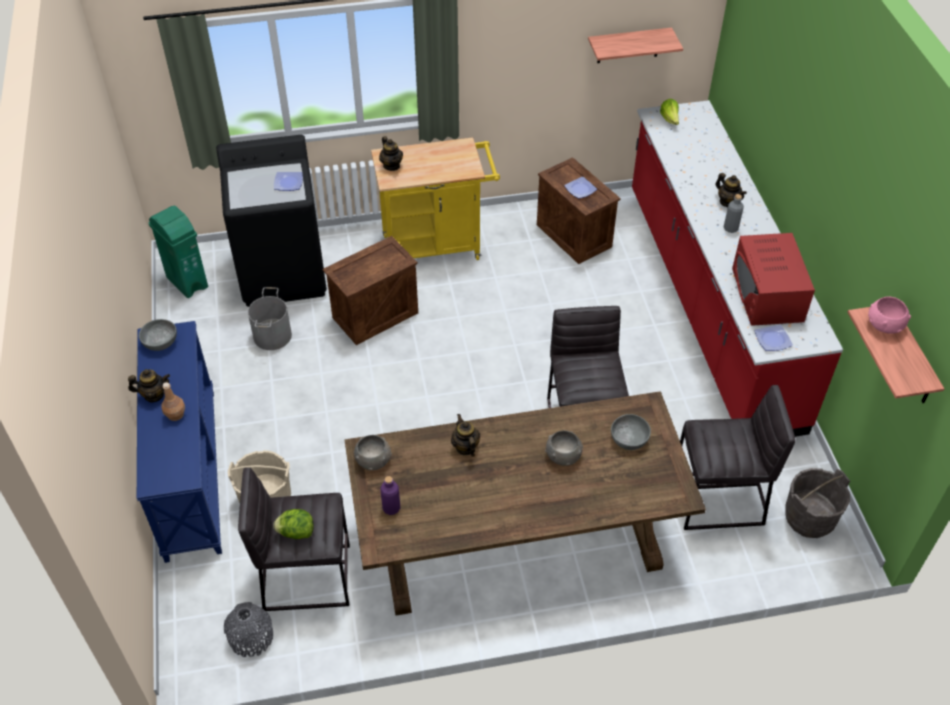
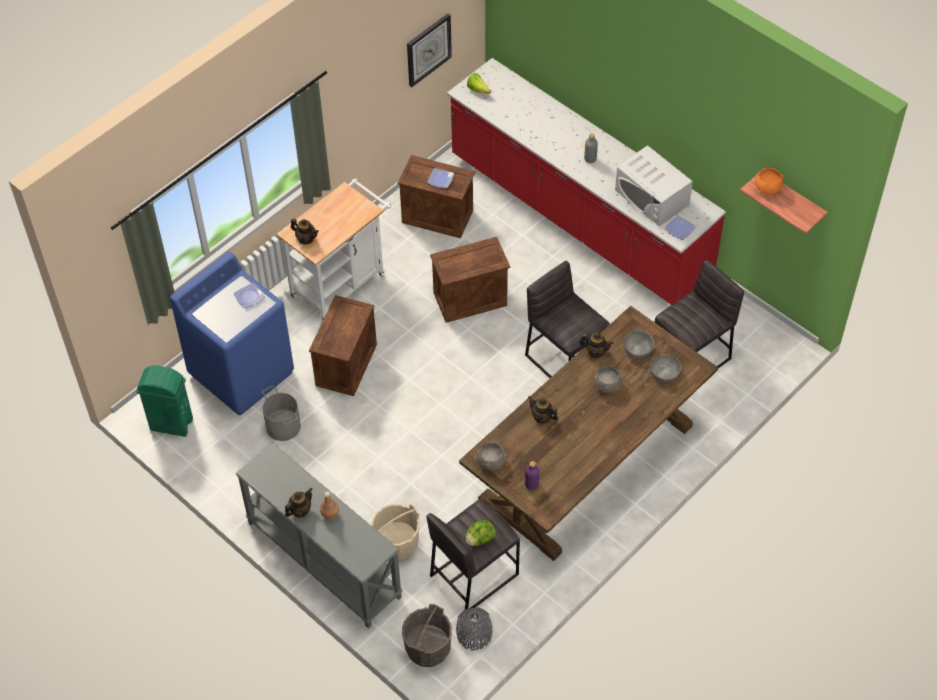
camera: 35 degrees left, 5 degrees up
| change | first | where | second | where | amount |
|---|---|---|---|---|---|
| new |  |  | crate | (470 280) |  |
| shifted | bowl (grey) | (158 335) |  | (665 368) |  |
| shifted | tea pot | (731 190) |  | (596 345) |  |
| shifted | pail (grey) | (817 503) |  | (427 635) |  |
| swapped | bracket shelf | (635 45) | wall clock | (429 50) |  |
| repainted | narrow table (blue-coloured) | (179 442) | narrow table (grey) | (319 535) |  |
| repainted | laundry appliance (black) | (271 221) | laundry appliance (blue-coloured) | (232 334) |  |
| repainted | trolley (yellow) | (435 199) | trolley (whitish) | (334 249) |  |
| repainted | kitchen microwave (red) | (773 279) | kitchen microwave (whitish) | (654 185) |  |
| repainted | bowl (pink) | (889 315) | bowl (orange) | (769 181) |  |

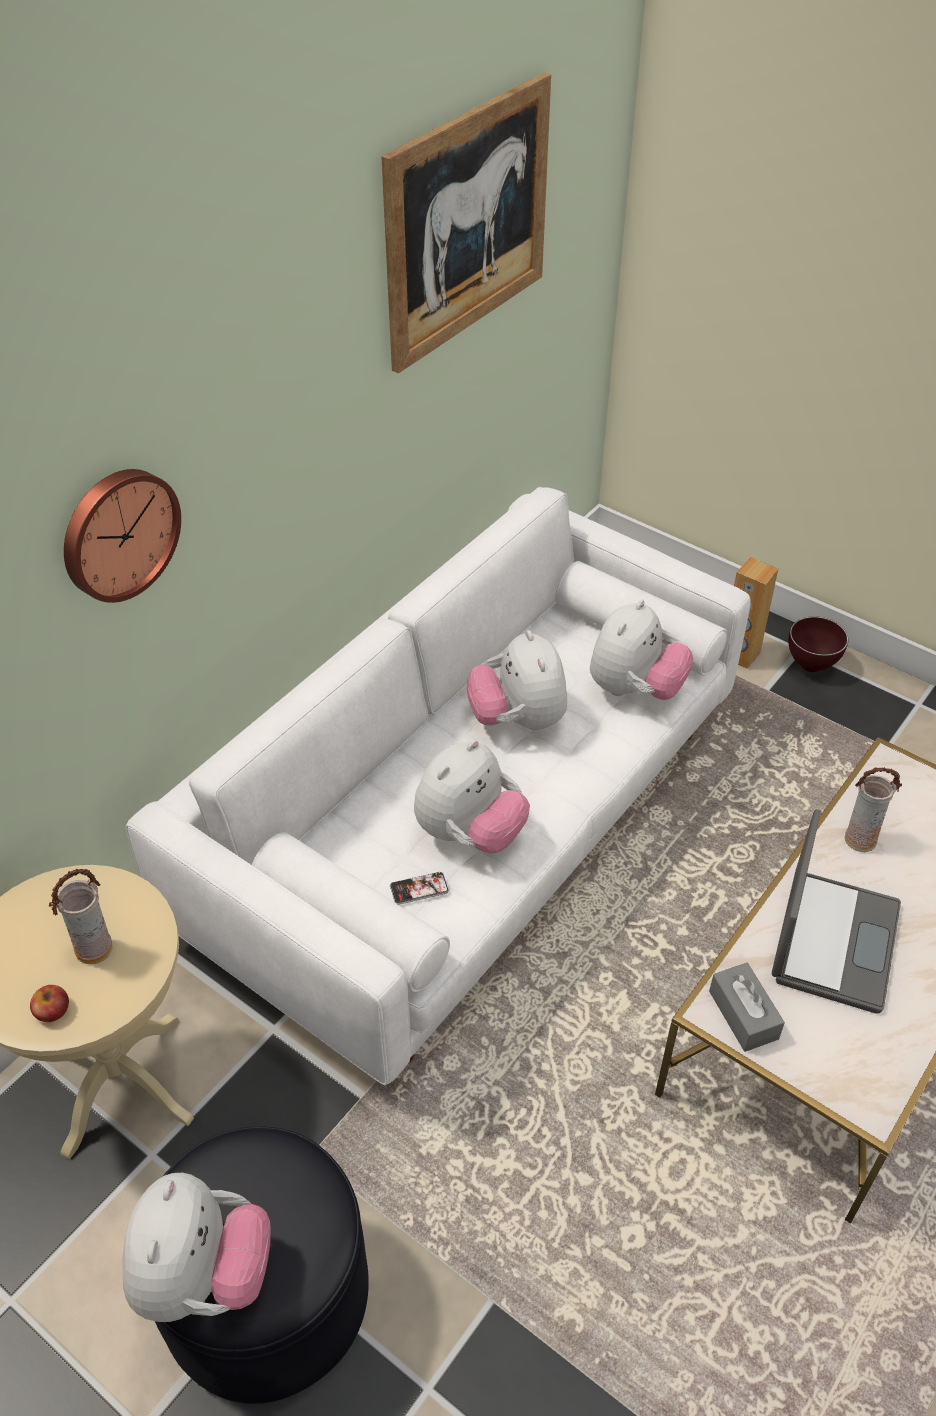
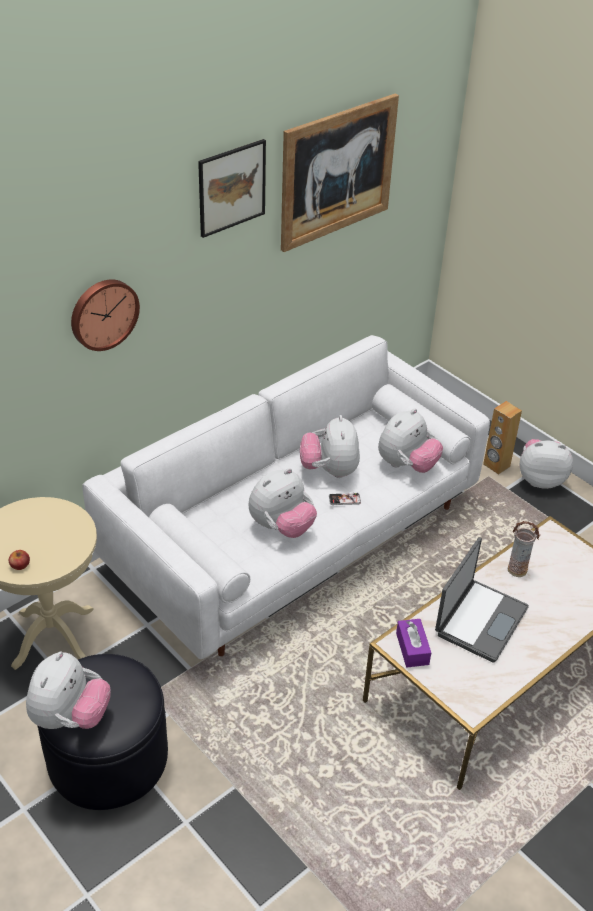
camera: 10 degrees right, 5 degrees down
| change | first | where | second | where | amount |
|---|---|---|---|---|---|
| gone | decorative vase | (81 916) |  |  |  |
| new |  |  | wall art | (232 188) |  |
| shifted | telephone | (419 888) |  | (345 499) |  |
| swapped | bowl (brownish) | (818 644) | soft toy | (546 464) |  |
| repainted | box of tissues (grey) | (747 1007) | box of tissues (purple) | (413 643) |  |

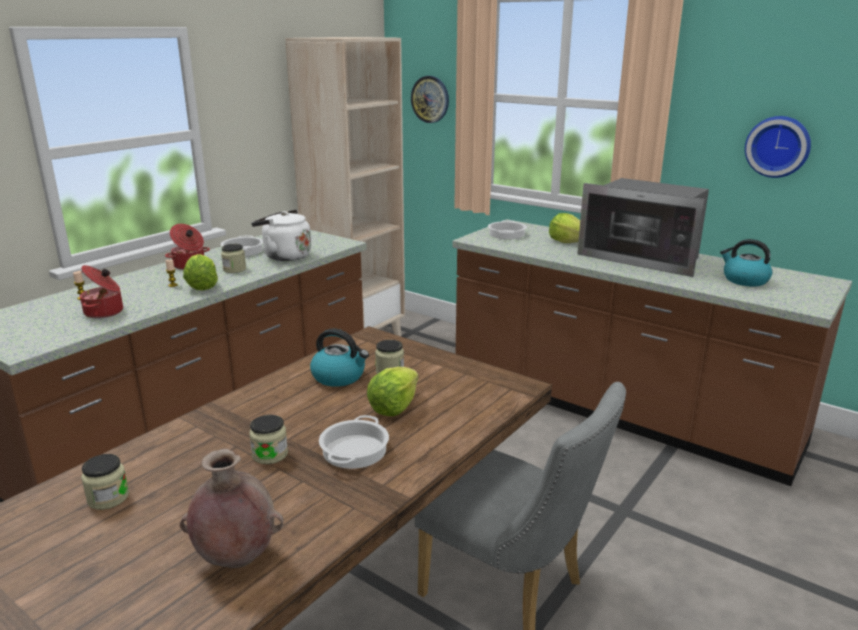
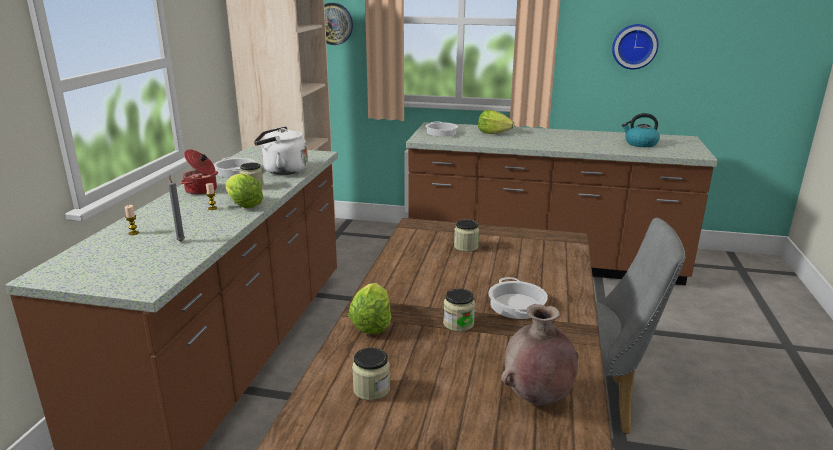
camera: 25 degrees left, 0 degrees up
| change | first | where | second | where | amount |
|---|---|---|---|---|---|
| gone | kettle | (339 357) |  |  |  |
| gone | kitchen microwave | (643 227) |  |  |  |
| shifted | lettuce head | (393 391) |  | (369 308) |  |
| swapped | cooking pot | (101 291) | wax light (grey) | (176 208) |  |

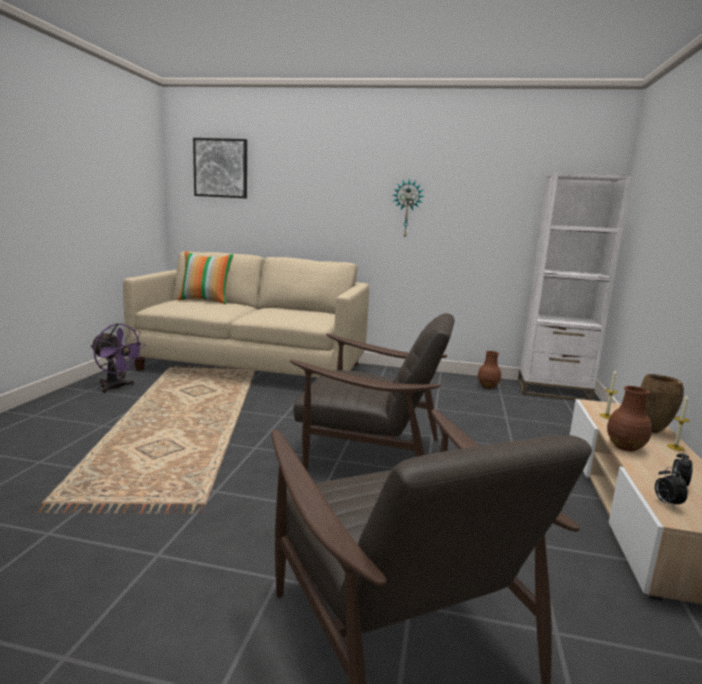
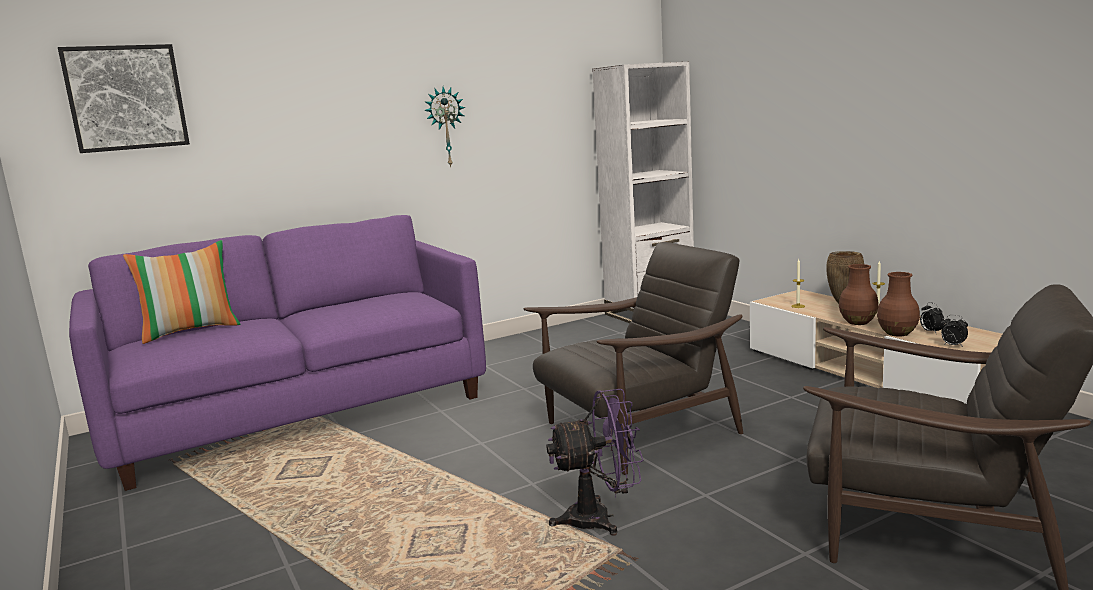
camera: 40 degrees left, 0 degrees up
| change | first | where | second | where | amount |
|---|---|---|---|---|---|
| shifted | cooling fan (purple) | (118 358) |  | (594 462) |  |
| shifted | decorative vase (brownish) | (489 370) |  | (898 304) |  |
| repainted | settee (sand-coloured) | (246 314) | settee (purple) | (277 353) |  |

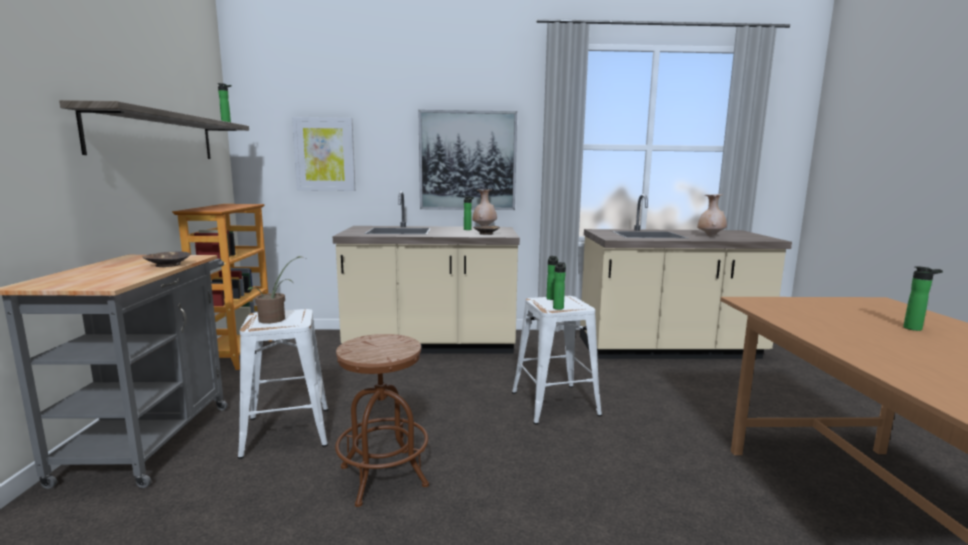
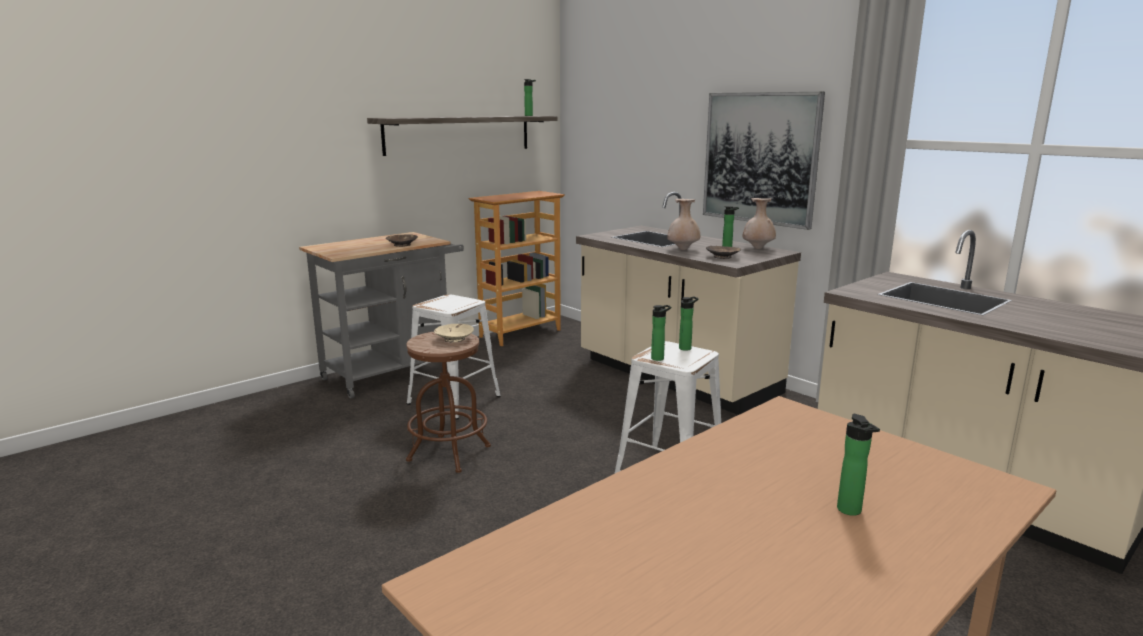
camera: 50 degrees right, 5 degrees up
| change | first | where | second | where | amount |
|---|---|---|---|---|---|
| gone | houseplant | (274 290) |  |  |  |
| gone | wall art | (323 154) |  |  |  |
| new |  |  | bowl (sand-coloured) | (454 333) |  |
| shifted | decorative vase (sand-coloured) | (712 215) |  | (683 224) |  |

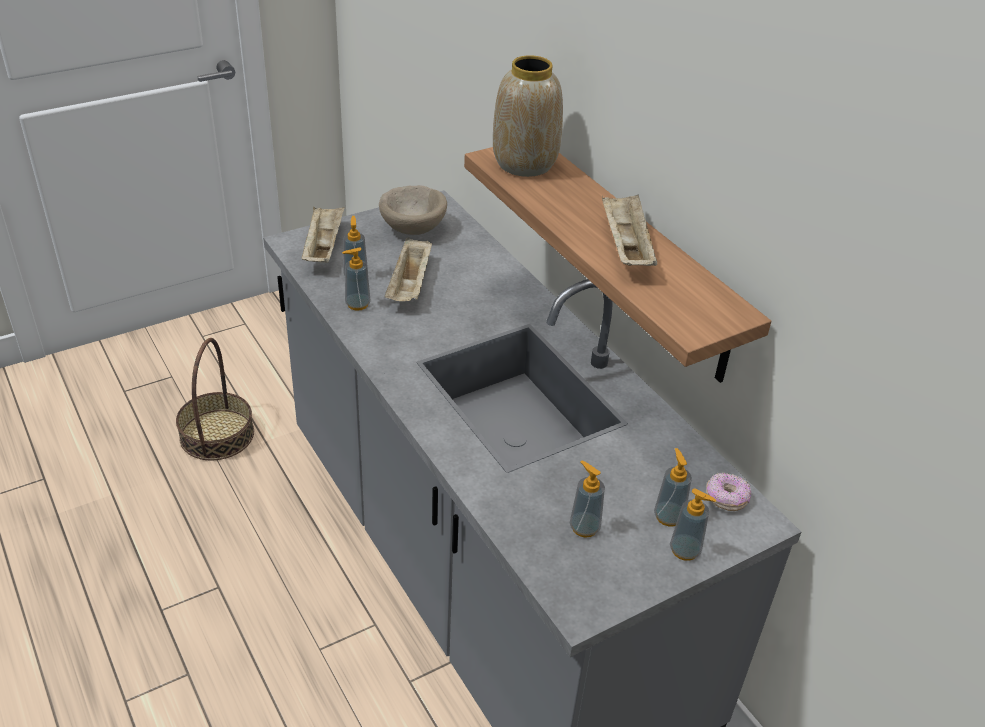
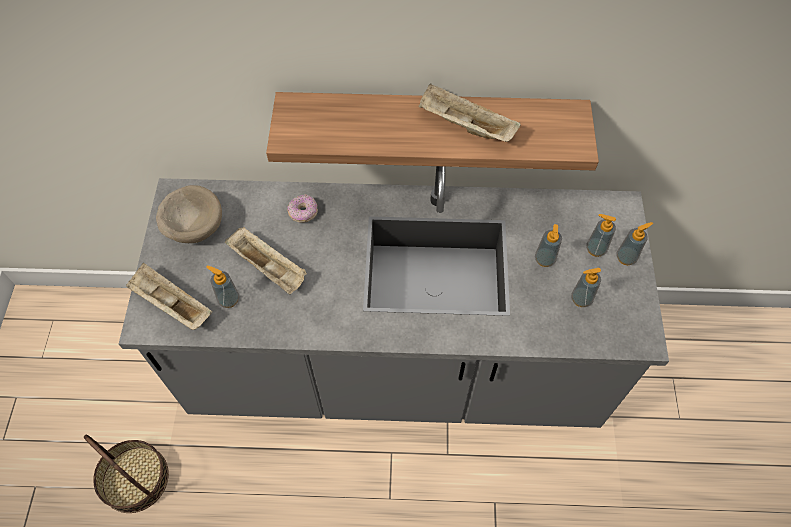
camera: 55 degrees left, 20 degrees up
| change | first | where | second | where | amount |
|---|---|---|---|---|---|
| gone | decorative vase | (528 116) |  |  |  |
| shifted | soap bottle | (356 279) |  | (548 245) |  |
| shifted | donut | (728 492) |  | (302 208) |  |

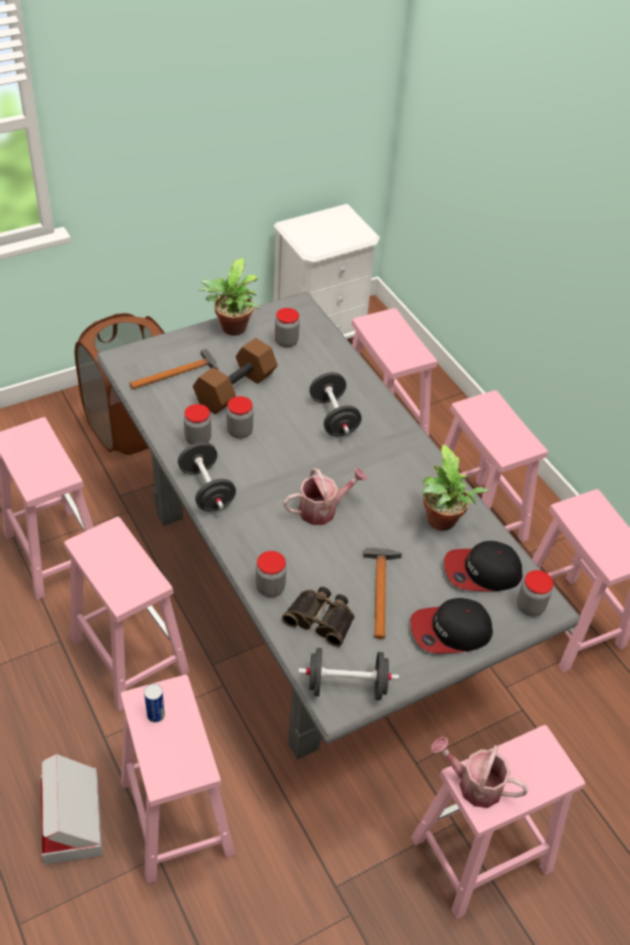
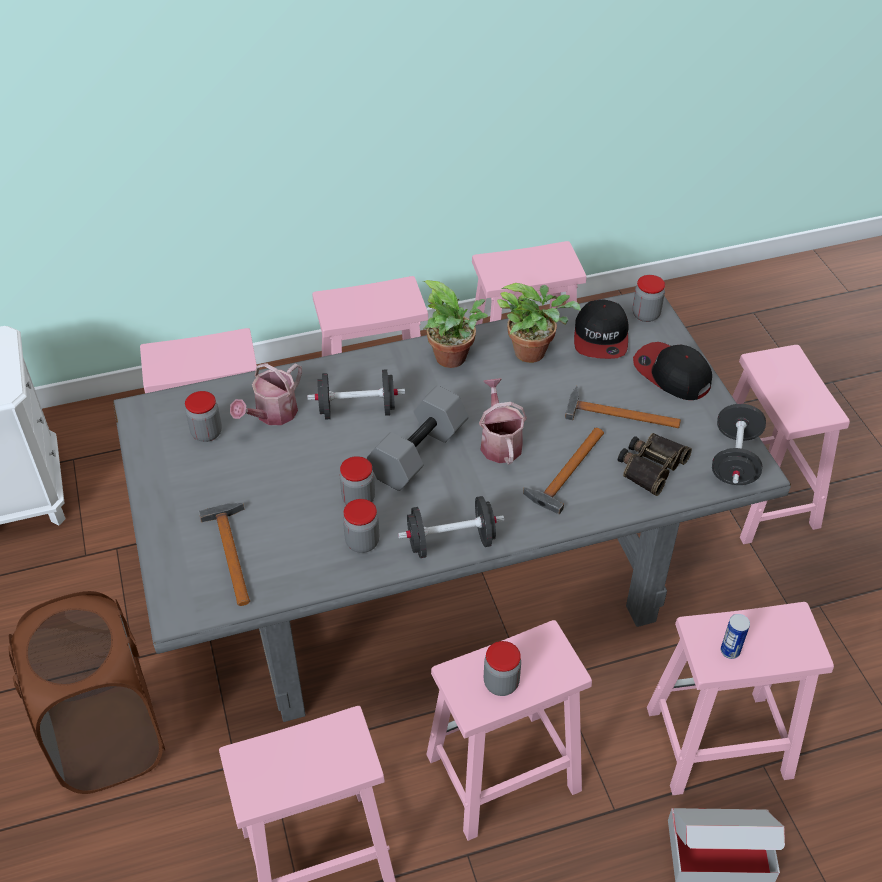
camera: 75 degrees left, 0 degrees up
| change | first | where | second | where | amount |
|---|---|---|---|---|---|
| gone | dumbbell (brownish) | (235 376) |  |  |  |
| new |  |  | dumbbell (grey) | (418 438) |  |
| new |  |  | hand hammer | (563 471) |  |
| shifted | houseplant | (228 297) |  | (455 324) |  |
| shifted | jar | (271 574) |  | (502 668) |  |
| shifted | watering pot | (479 772) |  | (266 394) |  |
| rotated | baseball cap | (451 626) |  | (672 371) | 135 degrees clockwise |

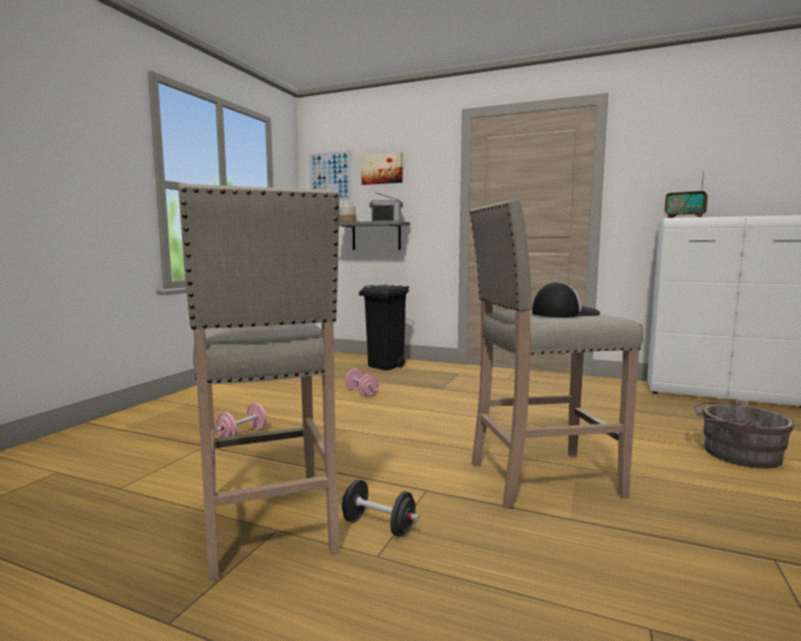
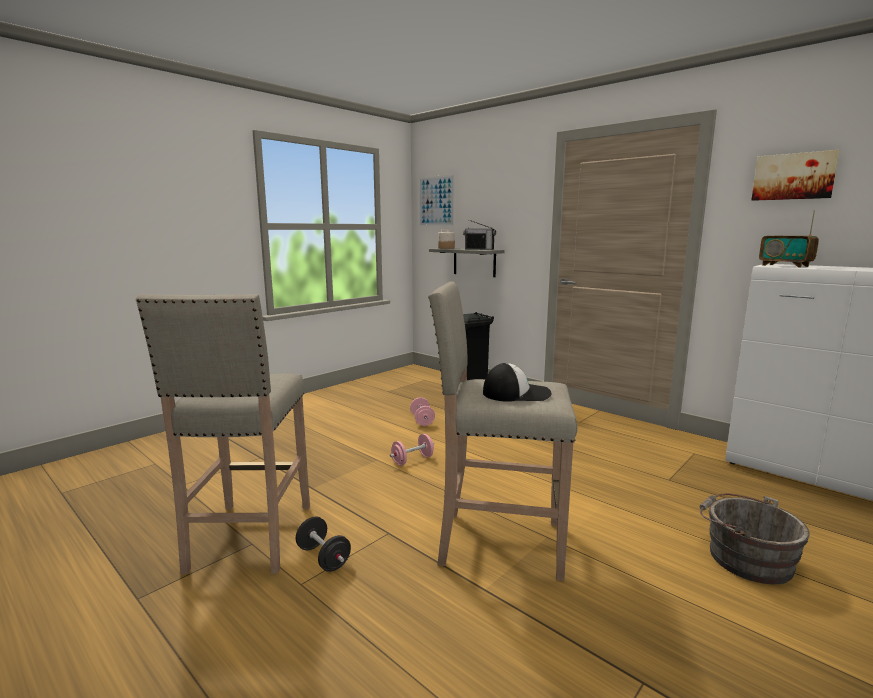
camera: 20 degrees right, 5 degrees up
| change | first | where | second | where | amount |
|---|---|---|---|---|---|
| shifted | dumbbell (pink) | (241 420) |  | (412 450) |  |
| shifted | wall art | (382 168) |  | (795 175) |  |

